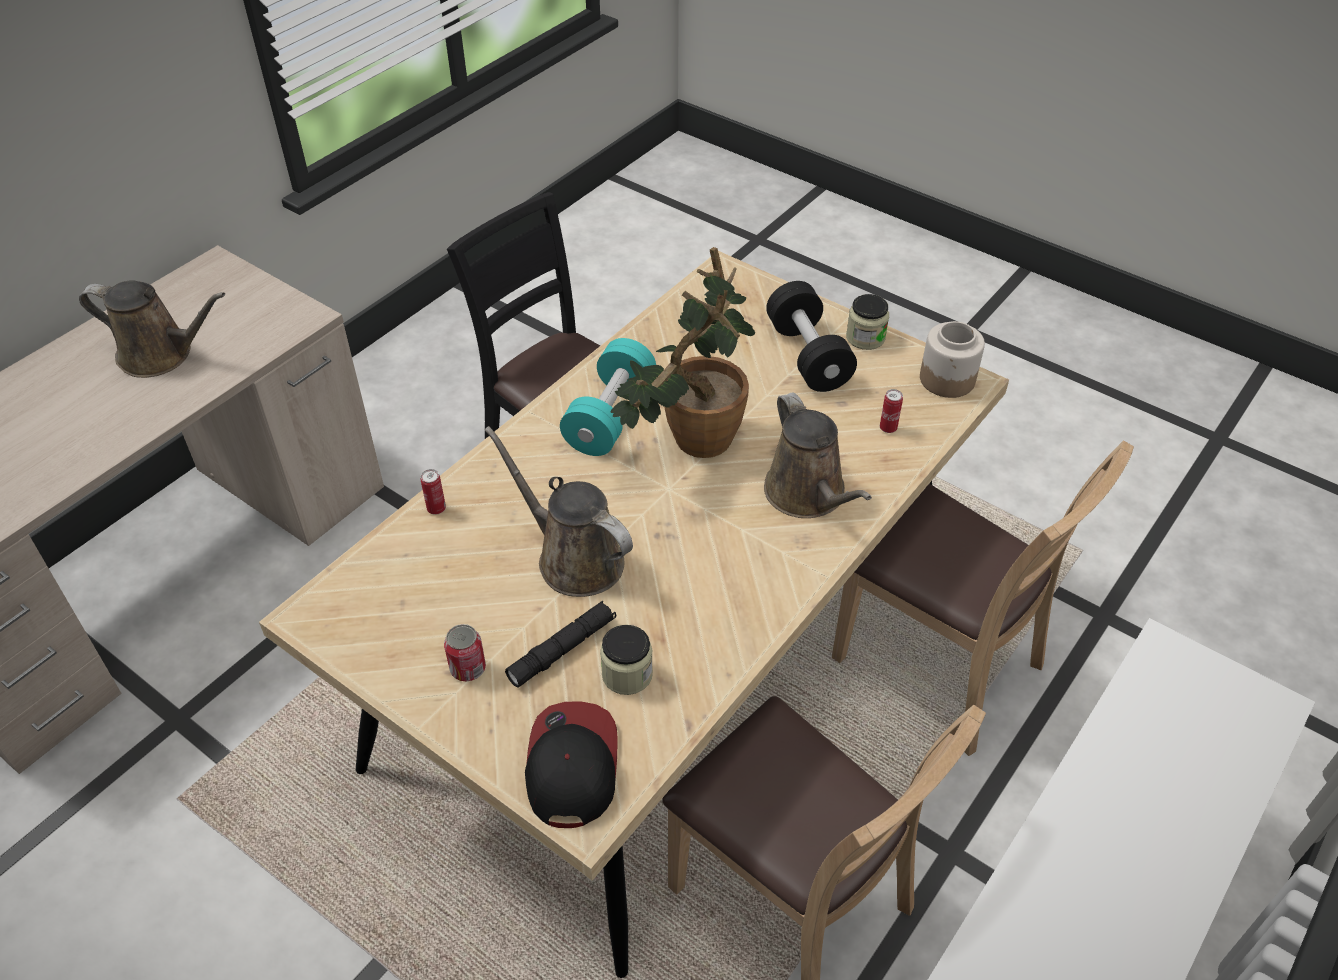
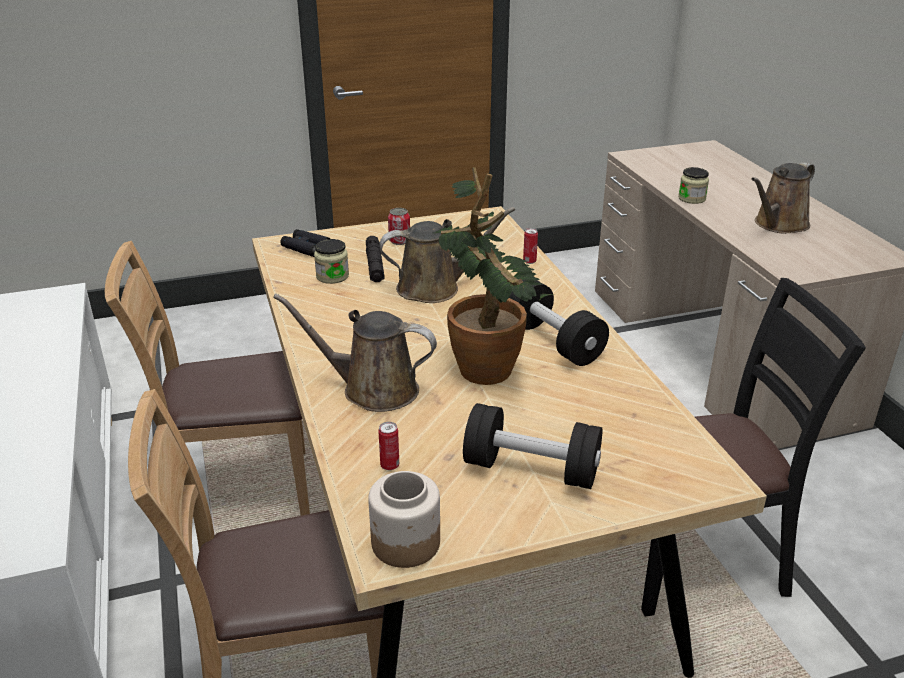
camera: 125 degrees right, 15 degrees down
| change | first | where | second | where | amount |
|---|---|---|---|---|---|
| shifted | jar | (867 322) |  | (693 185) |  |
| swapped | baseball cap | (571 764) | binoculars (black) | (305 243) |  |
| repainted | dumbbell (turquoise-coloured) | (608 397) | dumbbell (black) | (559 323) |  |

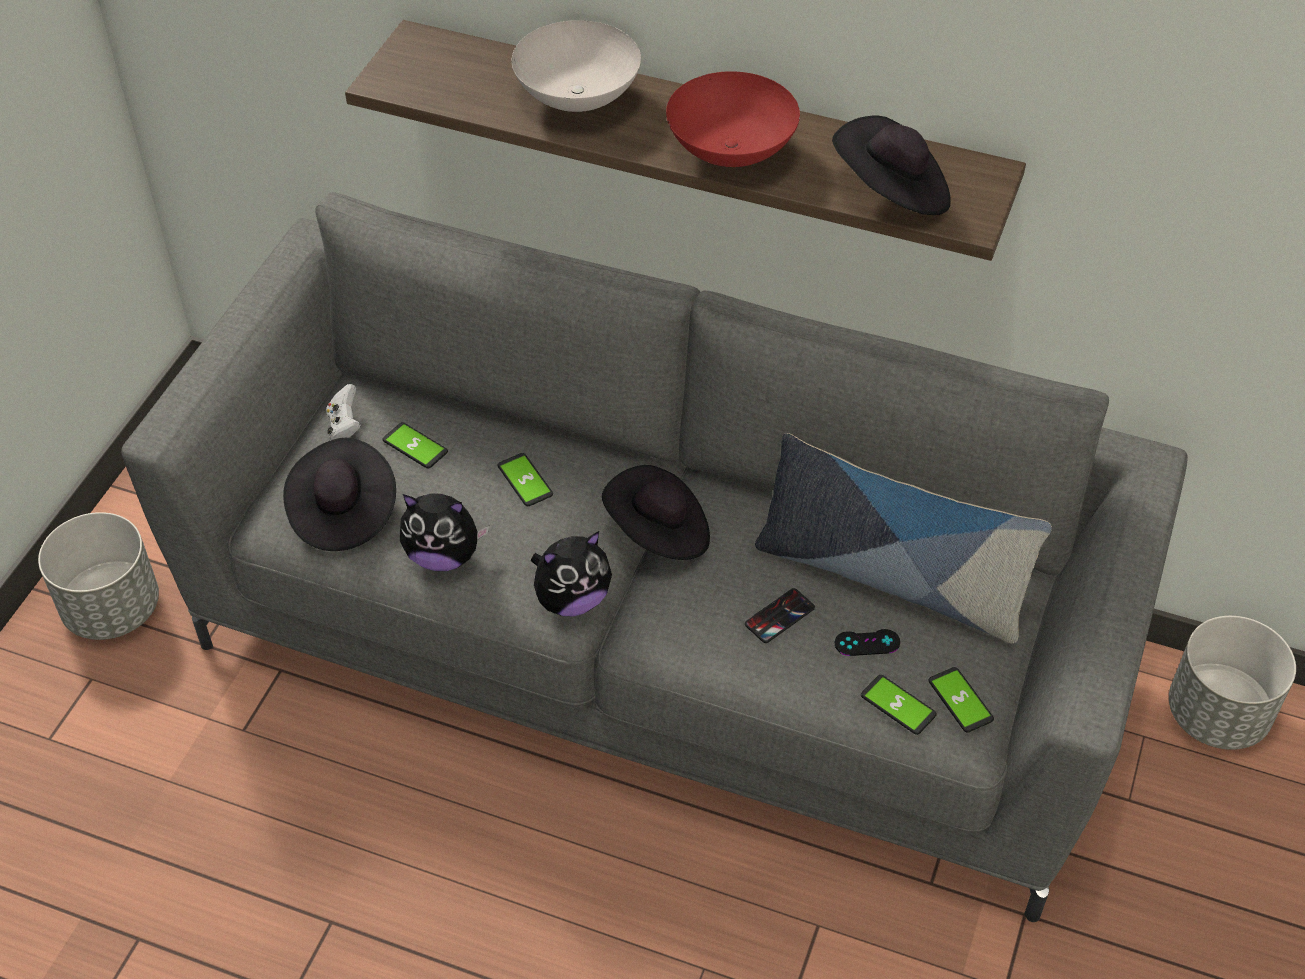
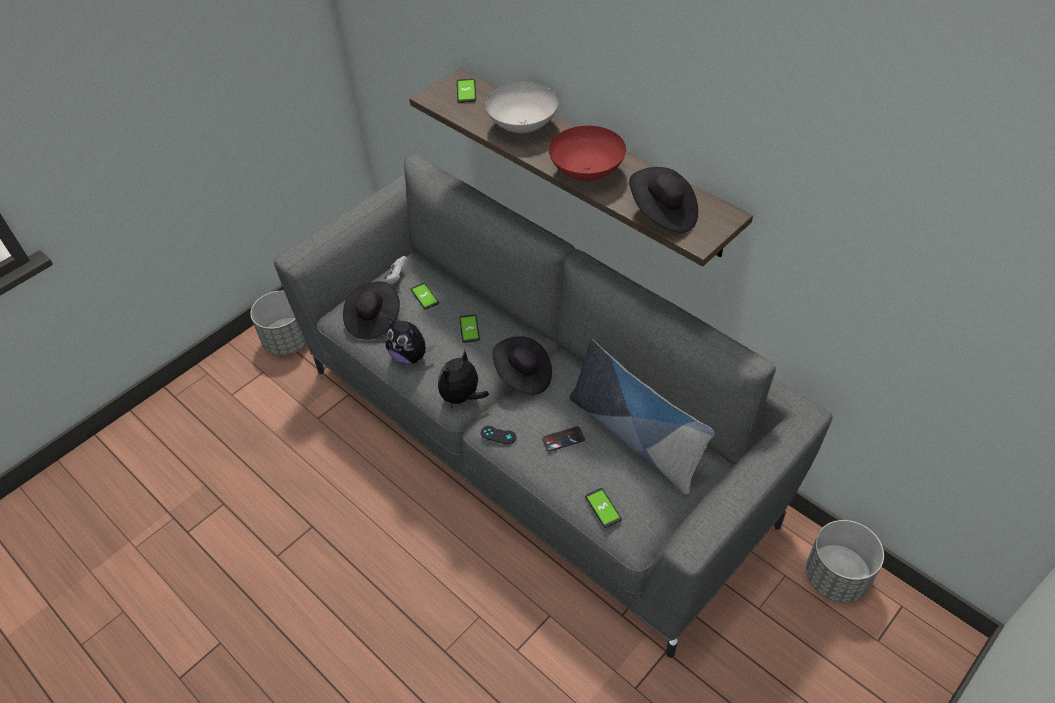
camera: 25 degrees right, 0 degrees up
| change | first | where | second | where | amount |
|---|---|---|---|---|---|
| shifted | game controller (black) | (867 642) |  | (498 435) |  |
| shifted | telephone | (961 699) |  | (466 90) |  |
| rotated | soft toy | (571 573) |  | (463 380) | 135 degrees clockwise |

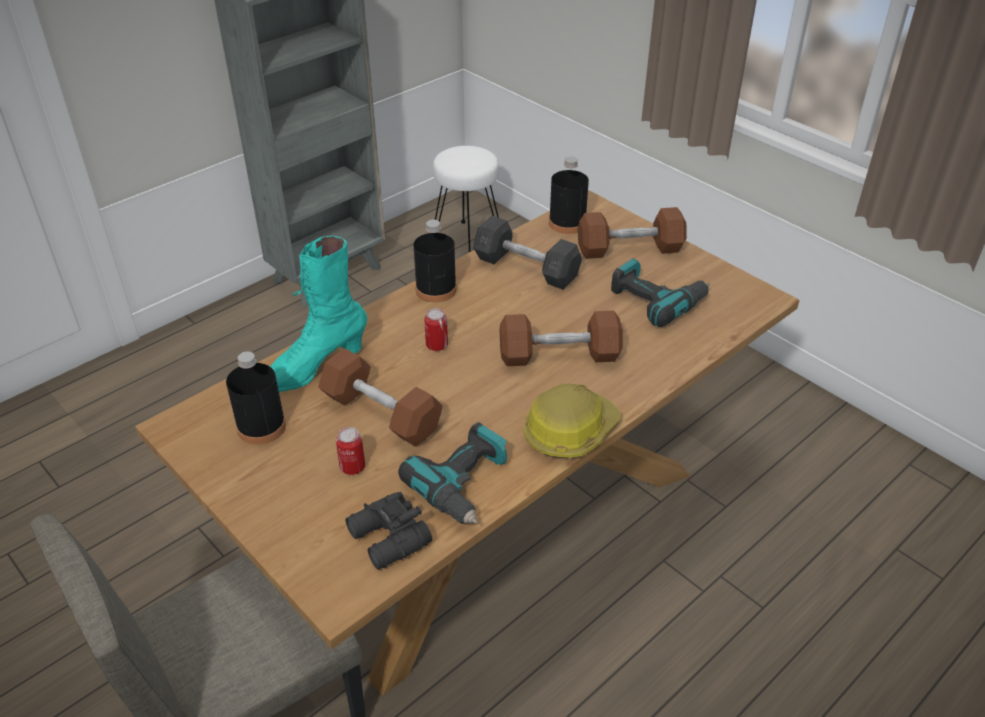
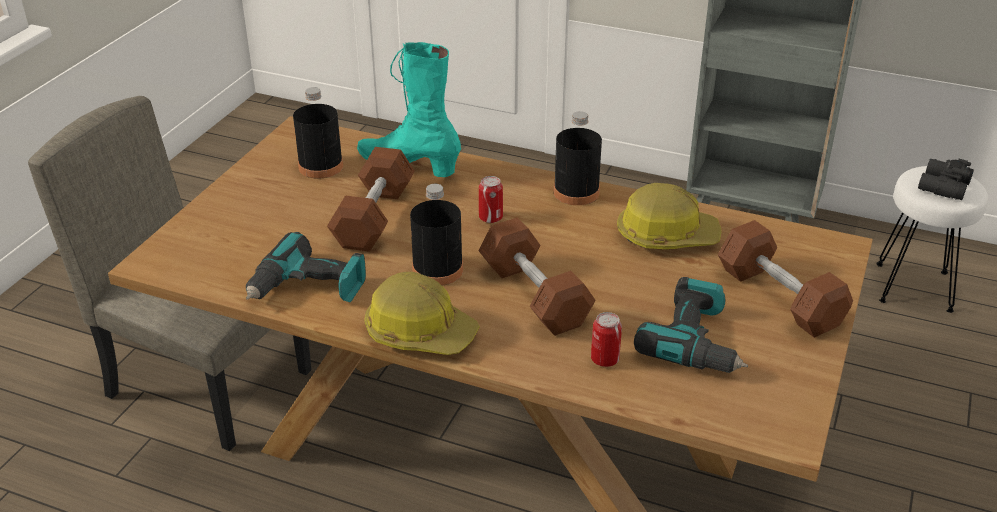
camera: 65 degrees right, 5 degrees down
| change | first | where | second | where | amount |
|---|---|---|---|---|---|
| shifted | sealed can | (350 451) |  | (606 339) |  |
| shifted | binoculars (black) | (388 531) |  | (946 179) |  |
| shifted | drink bottle (black) | (569 195) |  | (436 234) |  |
| swapped | dumbbell (grey) | (528 252) | safety helmet | (669 216) |  |

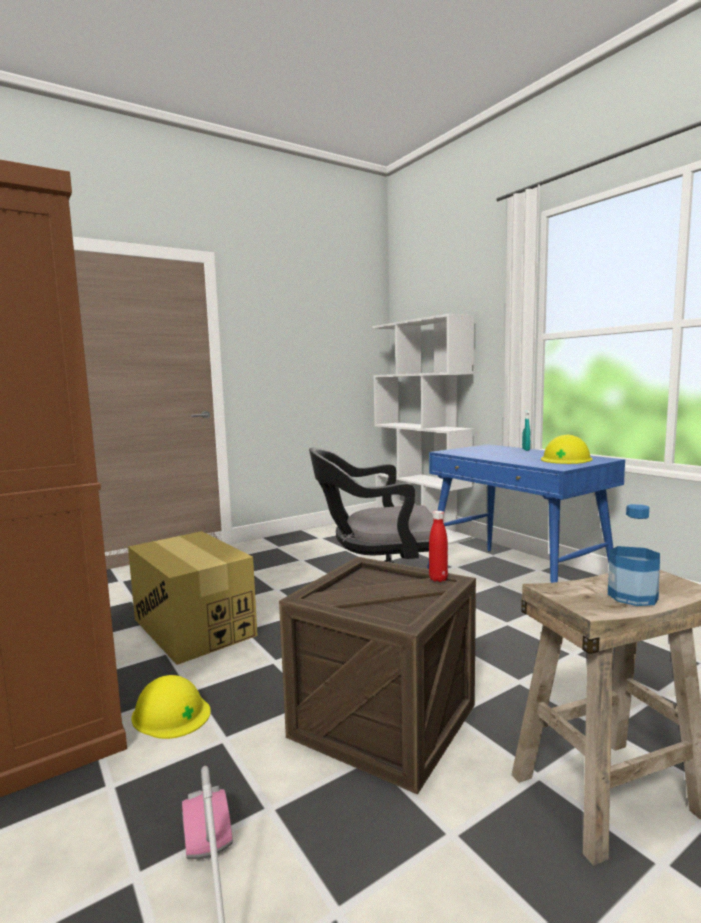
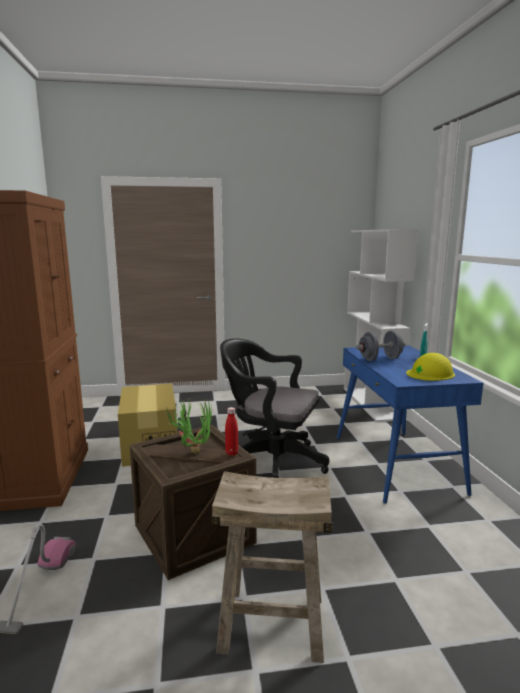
camera: 25 degrees right, 5 degrees up
| change | first | where | second | where | amount |
|---|---|---|---|---|---|
| gone | safety helmet (yellow) | (171 707) |  |  |  |
| gone | drink bottle | (634 555) |  |  |  |
| new |  |  | houseplant | (189 426) |  |
| new |  |  | dumbbell (grey) | (381 346) |  |

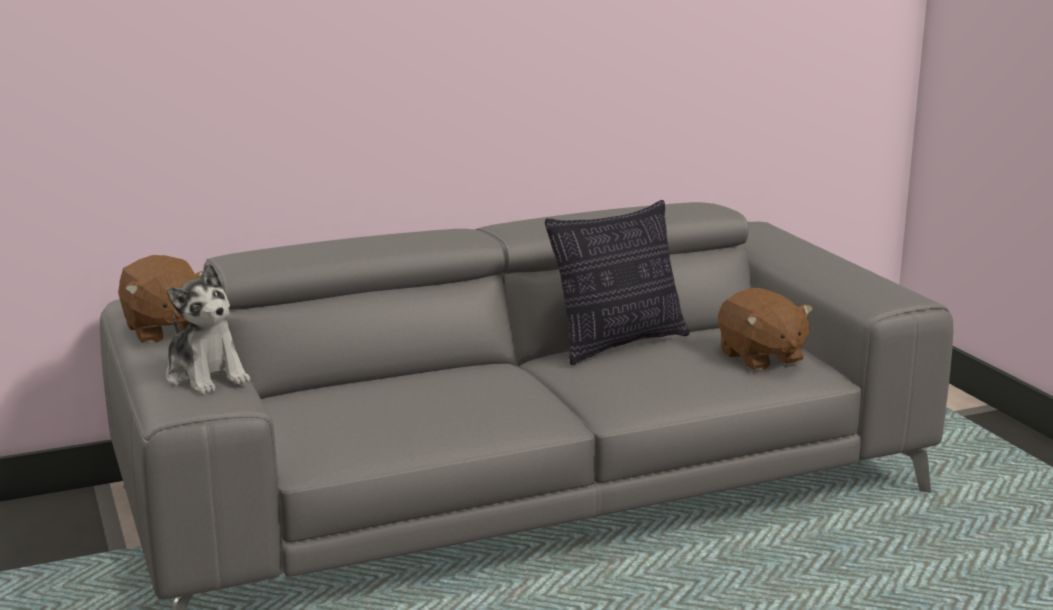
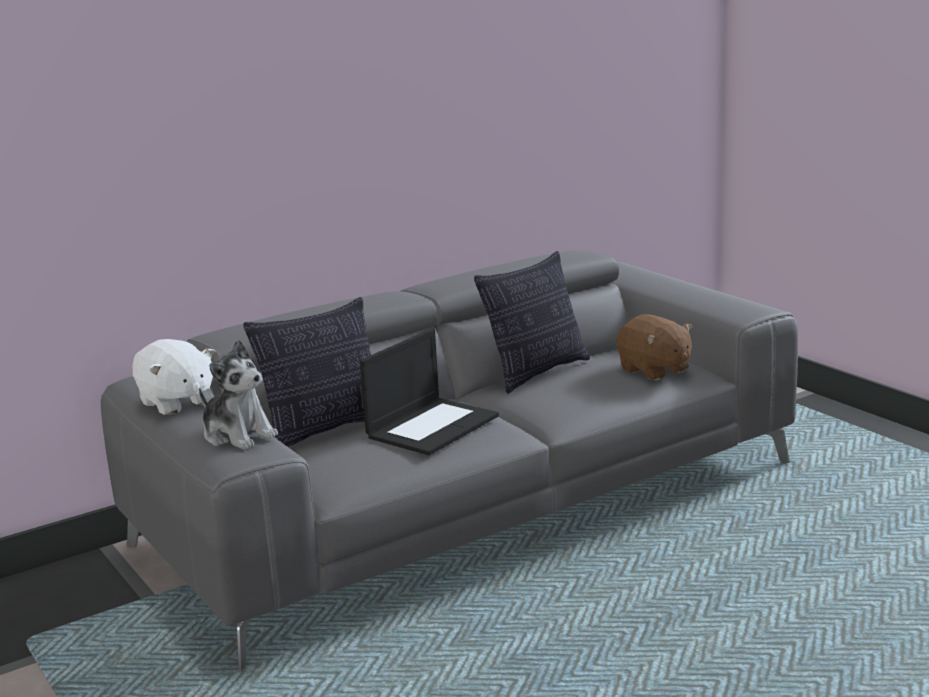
camera: 10 degrees left, 0 degrees up
| change | first | where | second | where | amount |
|---|---|---|---|---|---|
| new |  |  | cushion | (307 372) |  |
| new |  |  | portable computer | (429 391) |  |
| repainted | soft toy (brownish) | (160 299) | soft toy (whitish) | (174 377) |  |

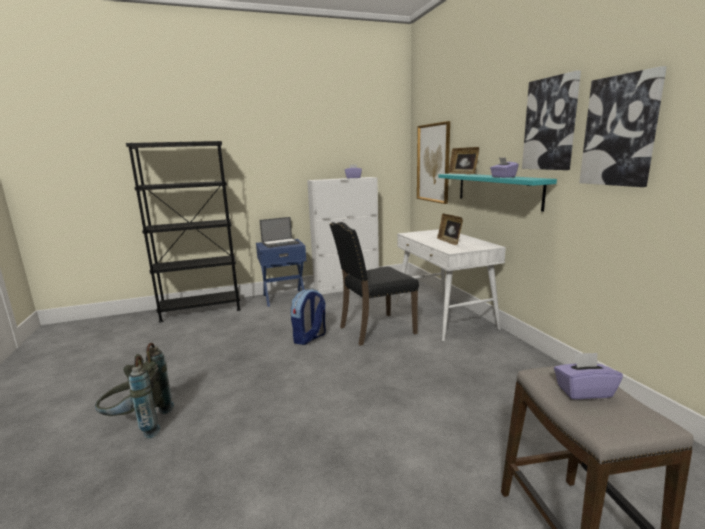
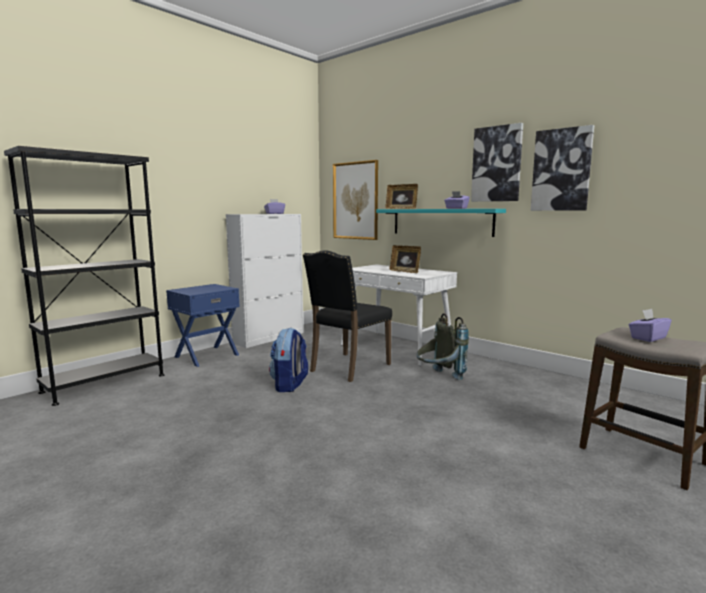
camera: 30 degrees left, 5 degrees down
| change | first | where | second | where | amount |
|---|---|---|---|---|---|
| gone | portable computer | (280 232) |  |  |  |
| shifted | knapsack (grey) | (134 390) |  | (443 346) |  |

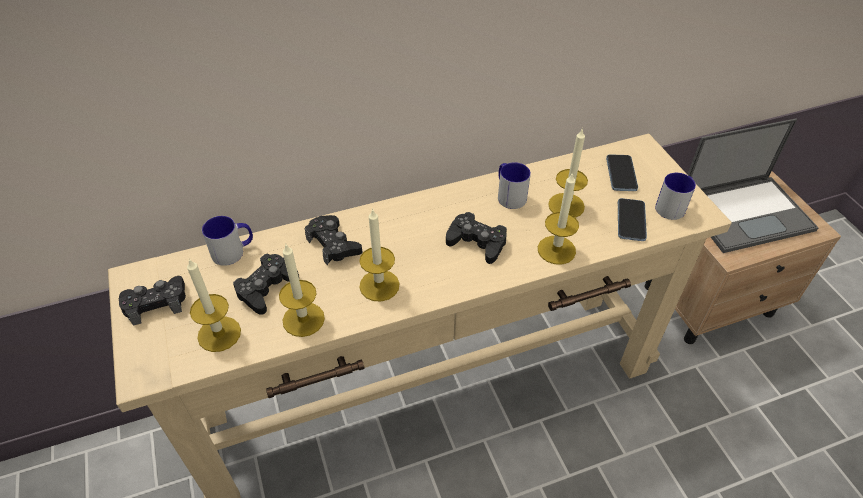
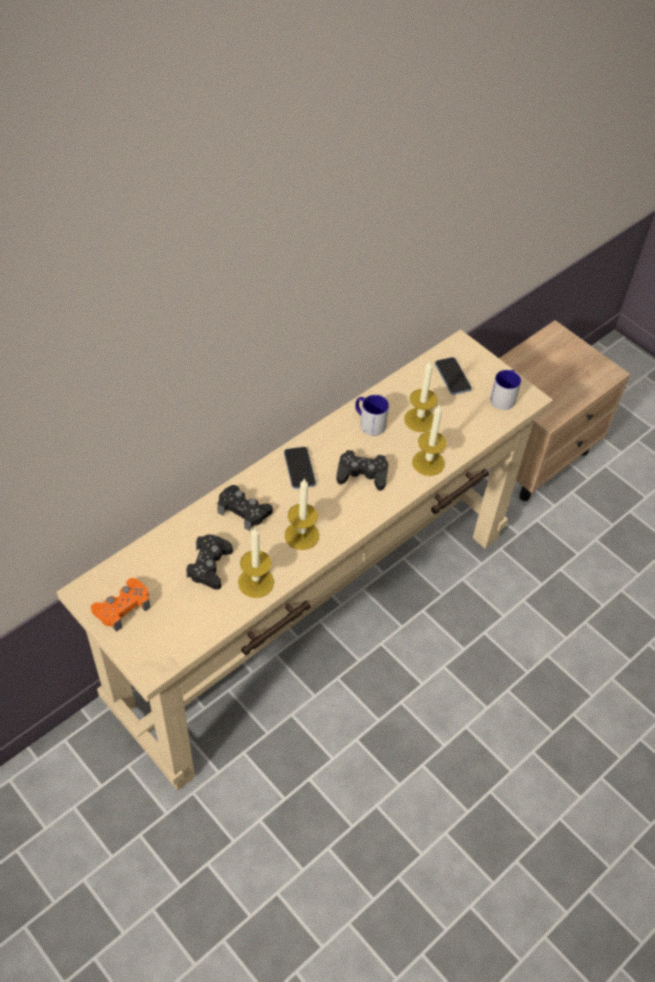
camera: 25 degrees left, 5 degrees up
| change | first | where | second | where | amount |
|---|---|---|---|---|---|
| gone | wax light | (214 305) |  |  |  |
| gone | coffee mug | (227 241) |  |  |  |
| gone | portable computer | (753 186) |  |  |  |
| shifted | telephone | (632 219) |  | (300 468) |  |
| repainted | game controller (black) | (152 301) | game controller (orange) | (120 605) |  |

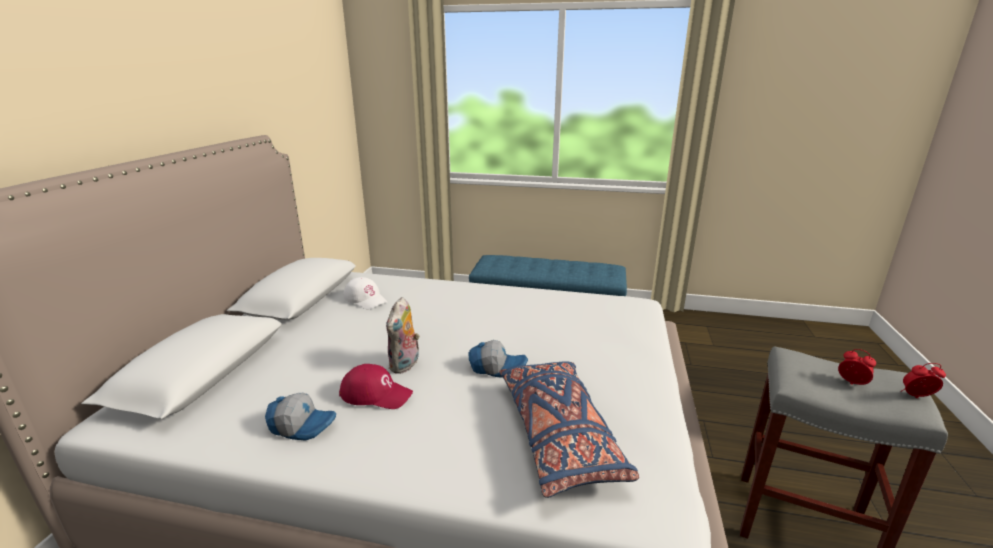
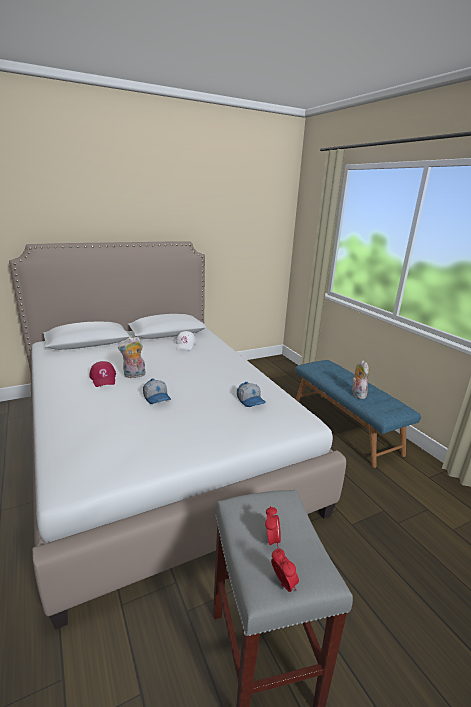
camera: 50 degrees right, 0 degrees up
| change | first | where | second | where | amount |
|---|---|---|---|---|---|
| gone | cushion (blue-coloured) | (569 429) |  |  |  |
| new |  |  | soft toy | (360 379) |  |
| shifted | baseball cap | (300 417) |  | (251 394) |  |

